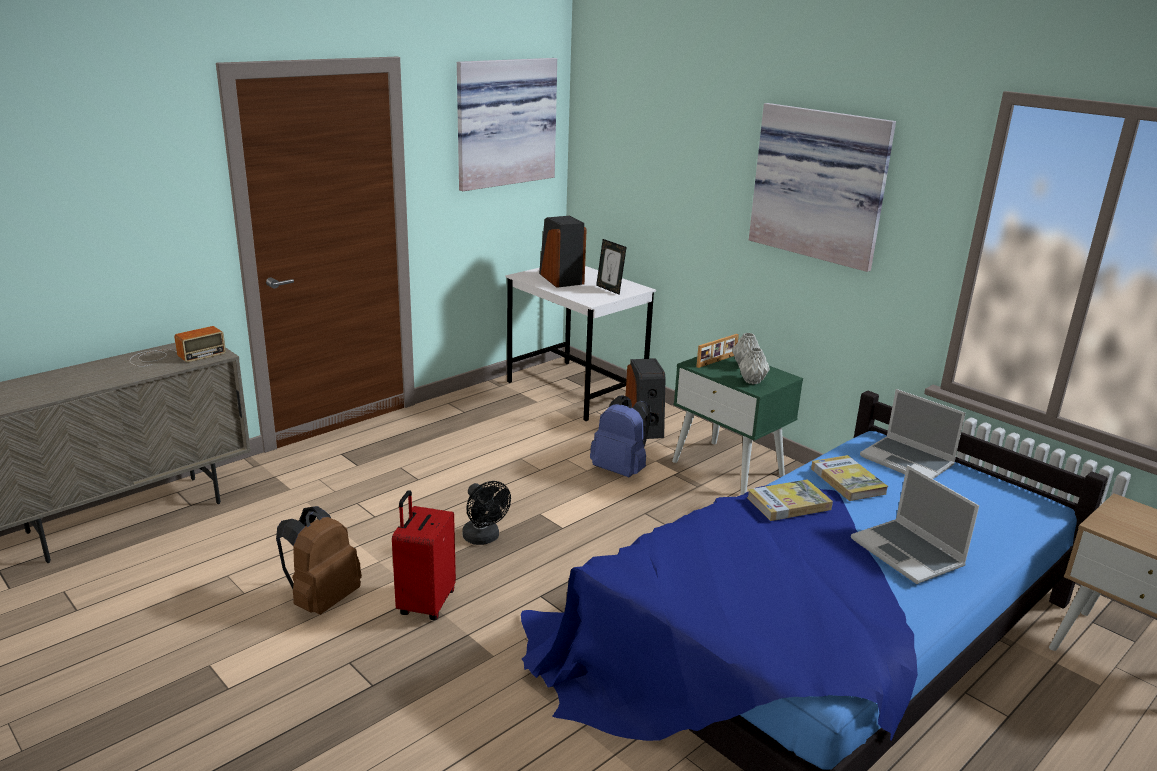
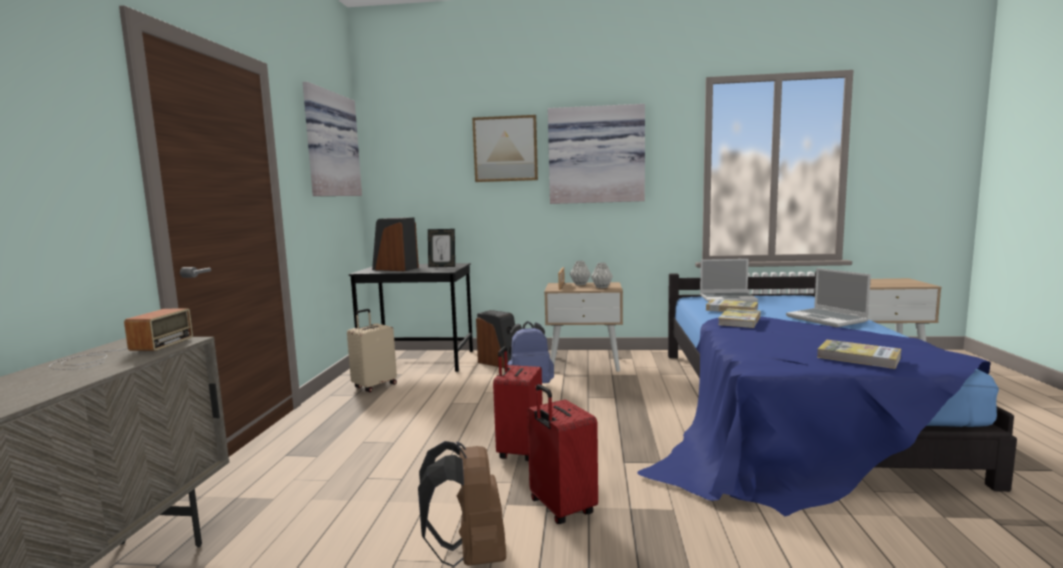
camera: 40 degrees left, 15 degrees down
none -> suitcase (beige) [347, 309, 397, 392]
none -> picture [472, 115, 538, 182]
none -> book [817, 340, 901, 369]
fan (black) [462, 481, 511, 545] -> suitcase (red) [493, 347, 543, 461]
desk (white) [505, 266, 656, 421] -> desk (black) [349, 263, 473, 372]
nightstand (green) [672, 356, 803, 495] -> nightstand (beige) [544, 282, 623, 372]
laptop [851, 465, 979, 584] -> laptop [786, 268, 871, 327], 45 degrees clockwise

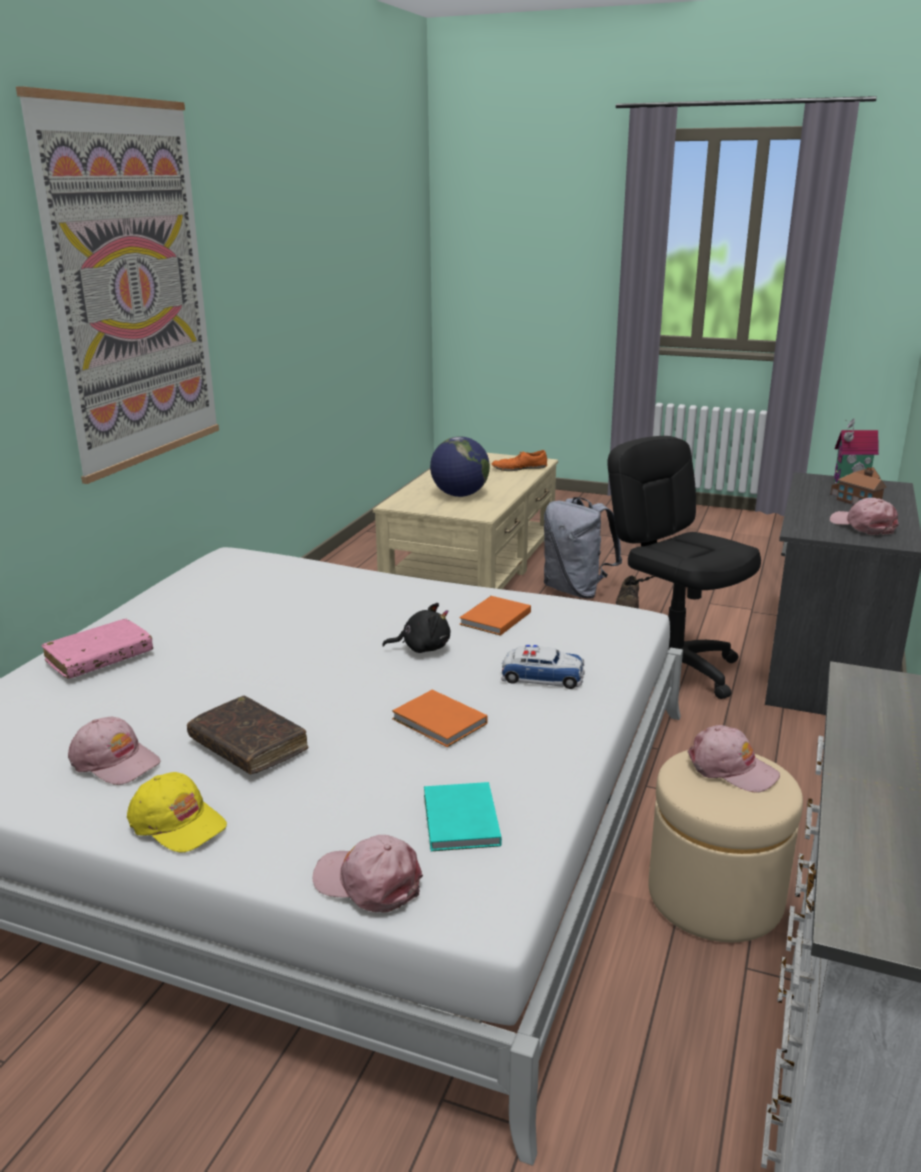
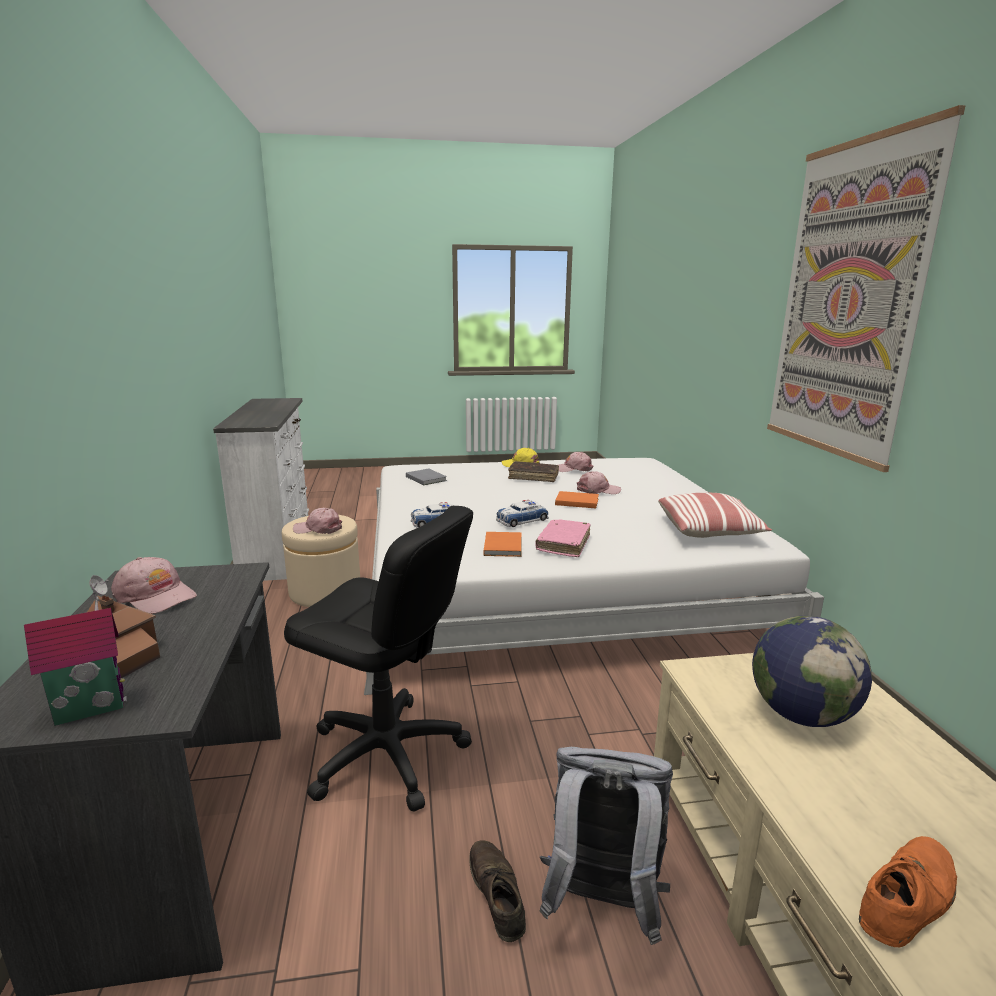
camera: 150 degrees right, 5 degrees down
none -> pillow [658, 493, 772, 538]
book (pink) [42, 619, 153, 679] -> book (pink) [536, 519, 591, 557], moved
cap (pink) [313, 835, 423, 913] -> cap (pink) [577, 471, 621, 494], moved
book (orange) [392, 690, 488, 747] -> book (orange) [555, 491, 599, 508], moved
plush toy (black) [382, 603, 450, 653] -> toy car [496, 500, 549, 527]
book (turquoise) [424, 782, 502, 851] -> book (grey) [406, 469, 447, 485]

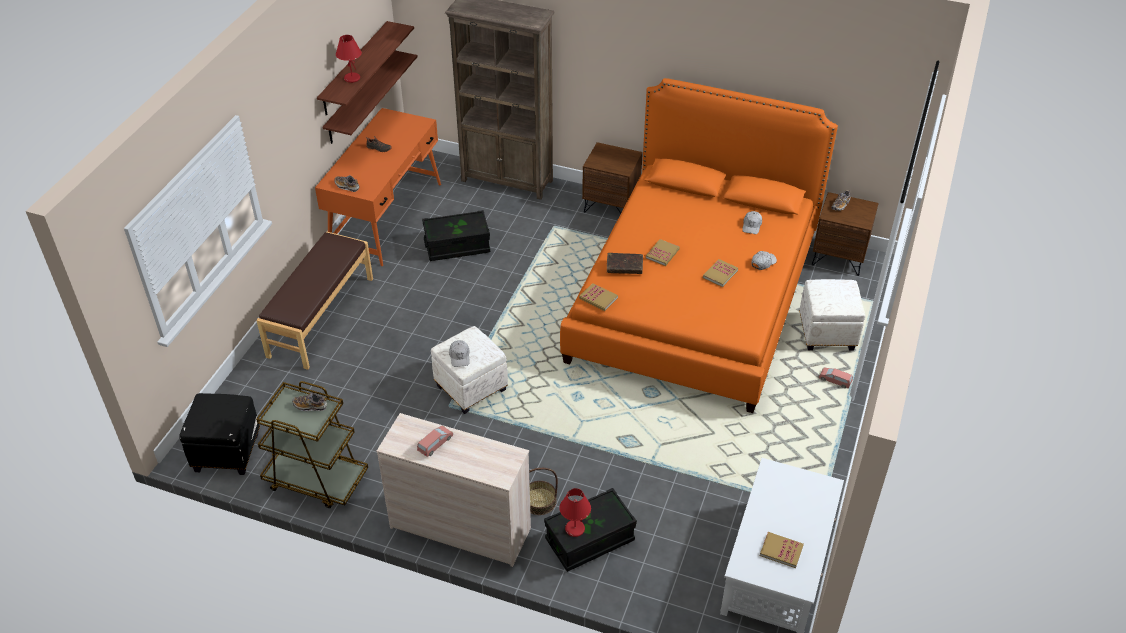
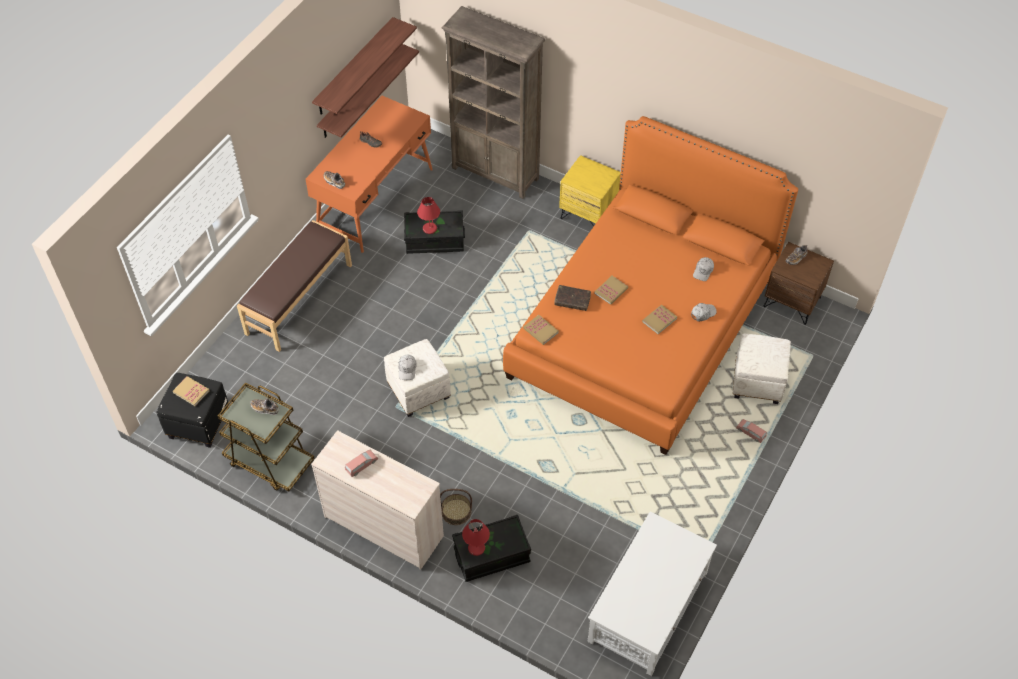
camera: 10 degrees right, 10 degrees up
table lamp (red) [336, 35, 362, 83] -> table lamp (red) [417, 197, 440, 234], moved
book [760, 532, 804, 568] -> book [173, 376, 210, 406], moved
nightstand (brown) [582, 142, 643, 214] -> nightstand (yellow) [559, 155, 621, 227]

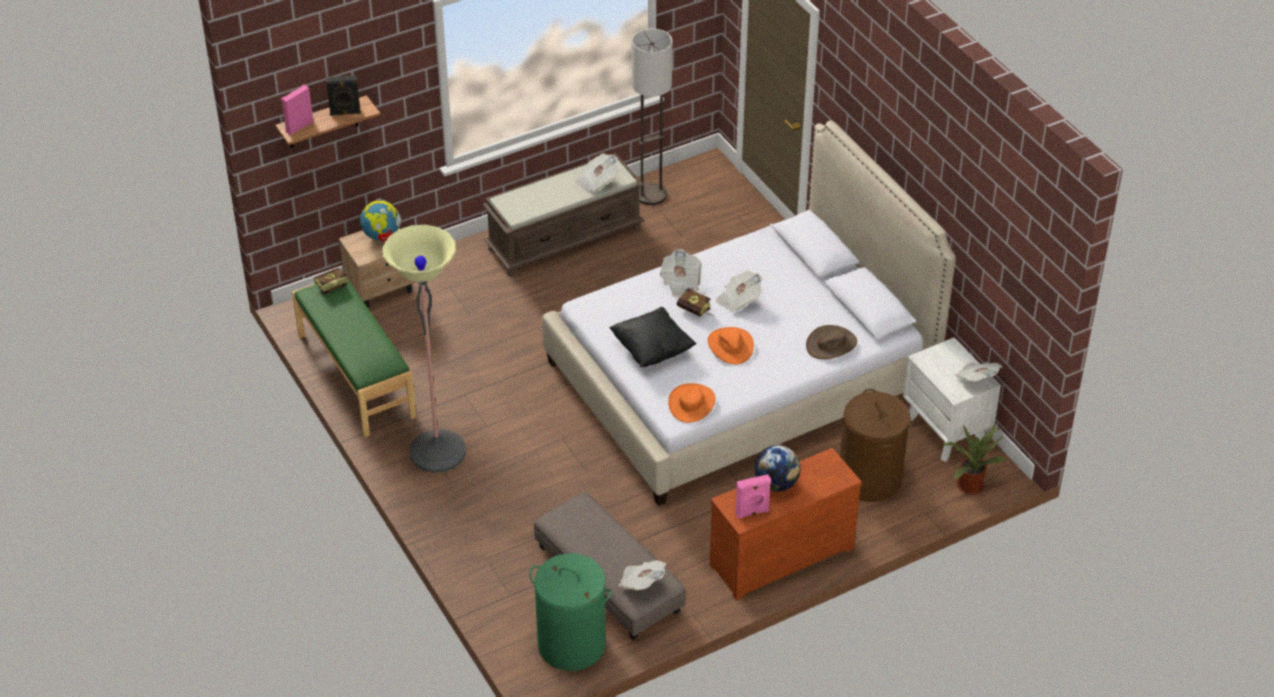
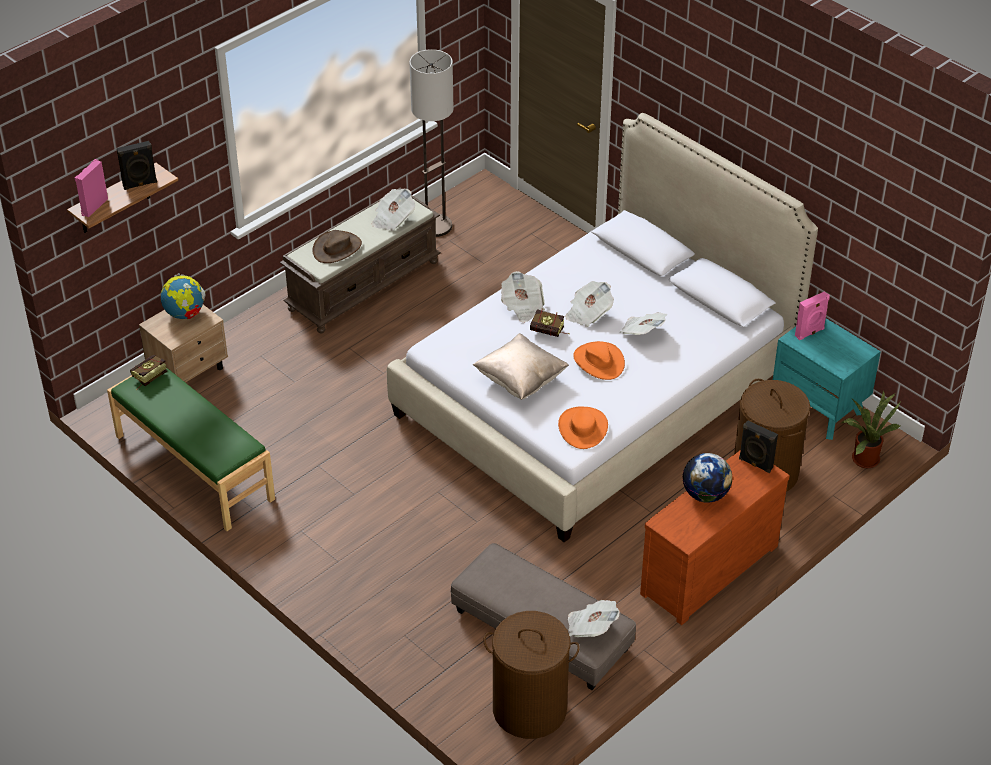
camera: 15 degrees left, 0 degrees up
floor lamp [383, 225, 466, 473] -> none
none -> speaker (black) [739, 420, 778, 473]
speaker (pink) [735, 474, 771, 519] -> speaker (pink) [795, 291, 830, 340], moved
hat (brown) [806, 325, 857, 359] -> hat (brown) [312, 230, 362, 263], moved
newspaper [955, 362, 1003, 381] -> newspaper [619, 312, 667, 335], moved
laundry basket (green) [529, 553, 612, 671] -> laundry basket (brown) [483, 611, 580, 739]
pillow (black) [609, 307, 697, 367] -> pillow (beige) [473, 333, 569, 400]
nightstand (white) [903, 337, 1001, 462] -> nightstand (turquoise) [773, 318, 881, 440]

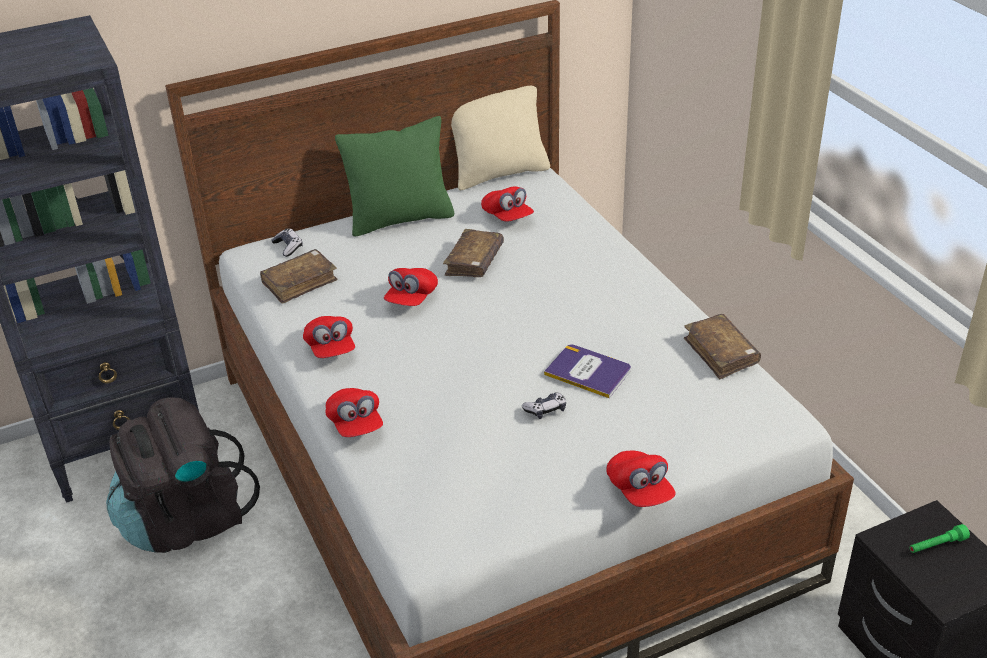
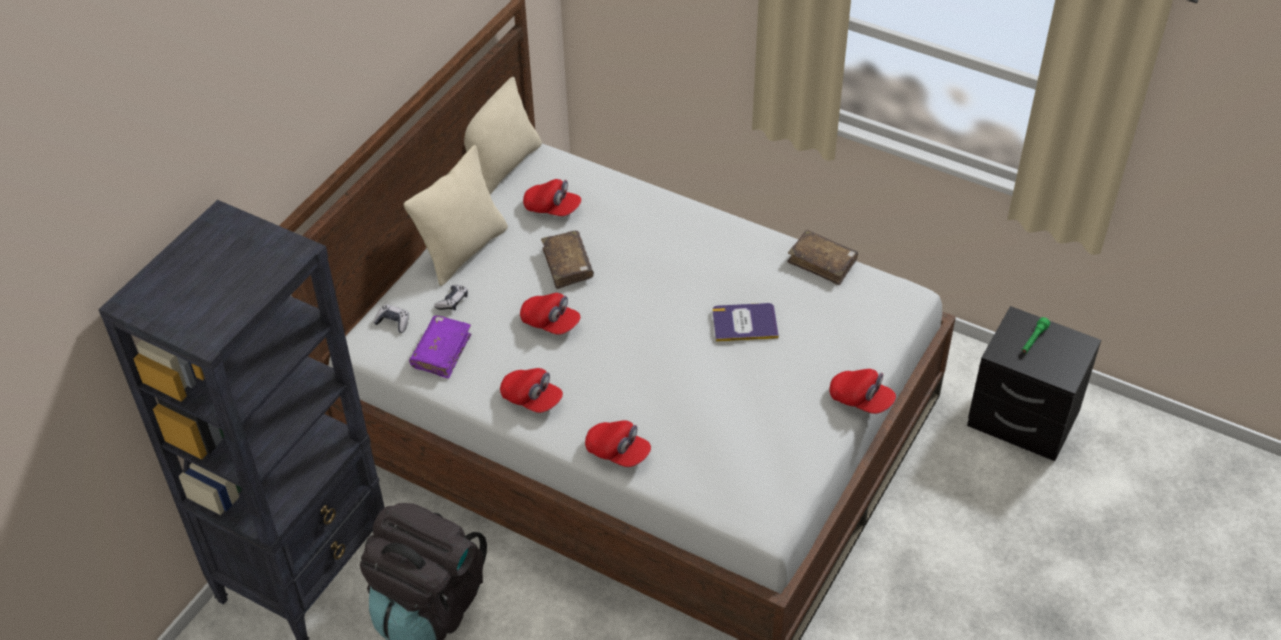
camera: 35 degrees left, 10 degrees up
game controller [522, 392, 566, 419] -> game controller [434, 285, 468, 310], moved
book (brown) [260, 249, 338, 304] -> book (purple) [409, 315, 471, 379]
pillow (green) [335, 116, 454, 237] -> pillow (beige) [404, 145, 508, 286]
cap (red) [384, 268, 438, 306] -> cap (red) [520, 293, 581, 335], 45 degrees counterclockwise

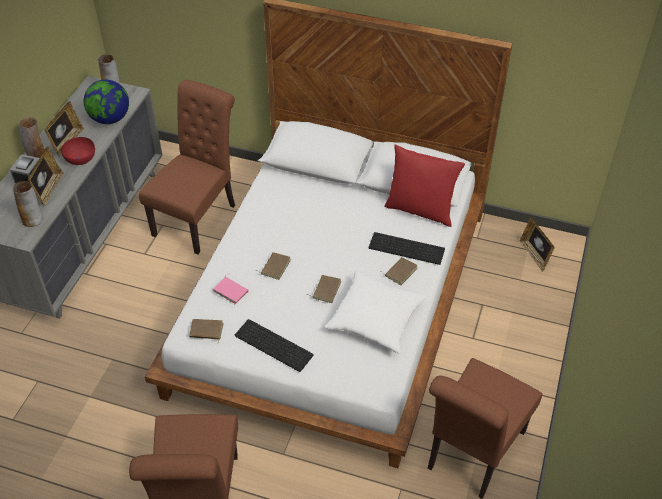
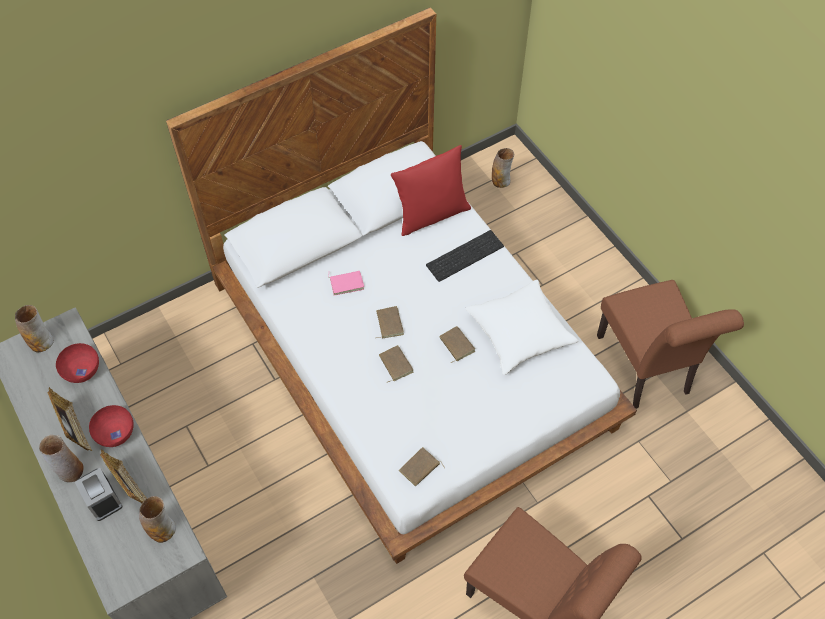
camera: 50 degrees left, 10 degrees up
chair (brown) [139, 80, 235, 255] -> none
keyboard [235, 319, 314, 372] -> none
book (pink) [213, 273, 249, 304] -> book (pink) [328, 270, 364, 295], moved
book (brown) [381, 257, 418, 285] -> book (brown) [376, 306, 404, 338], moved
globe [84, 80, 129, 124] -> bowl (red) [56, 343, 99, 383]
picture frame [520, 218, 555, 271] -> vase [492, 148, 514, 188]

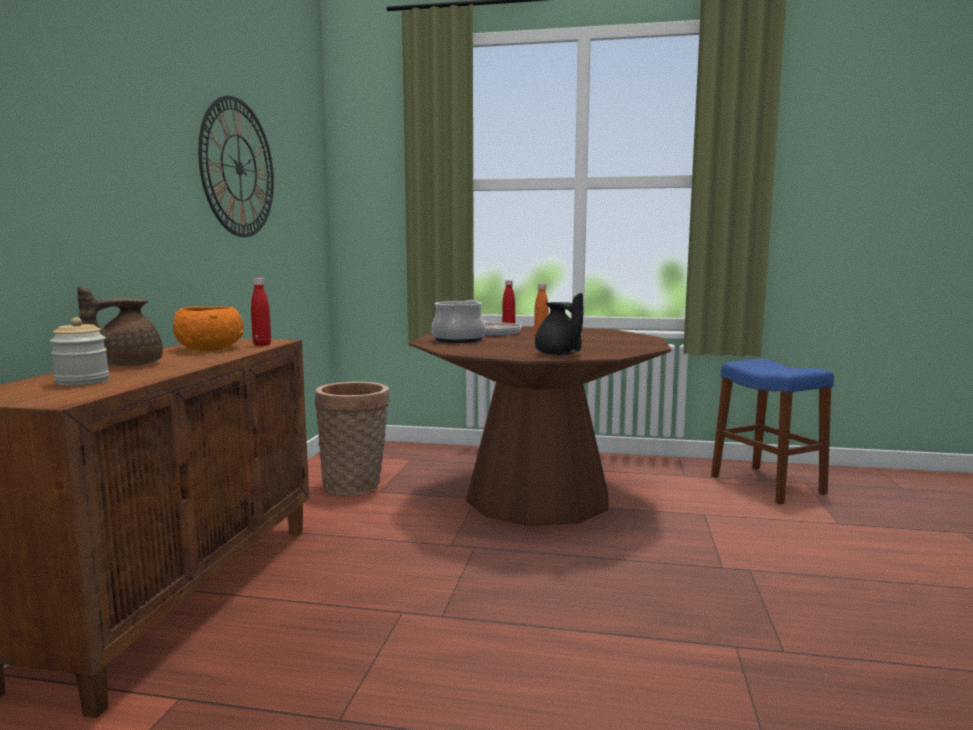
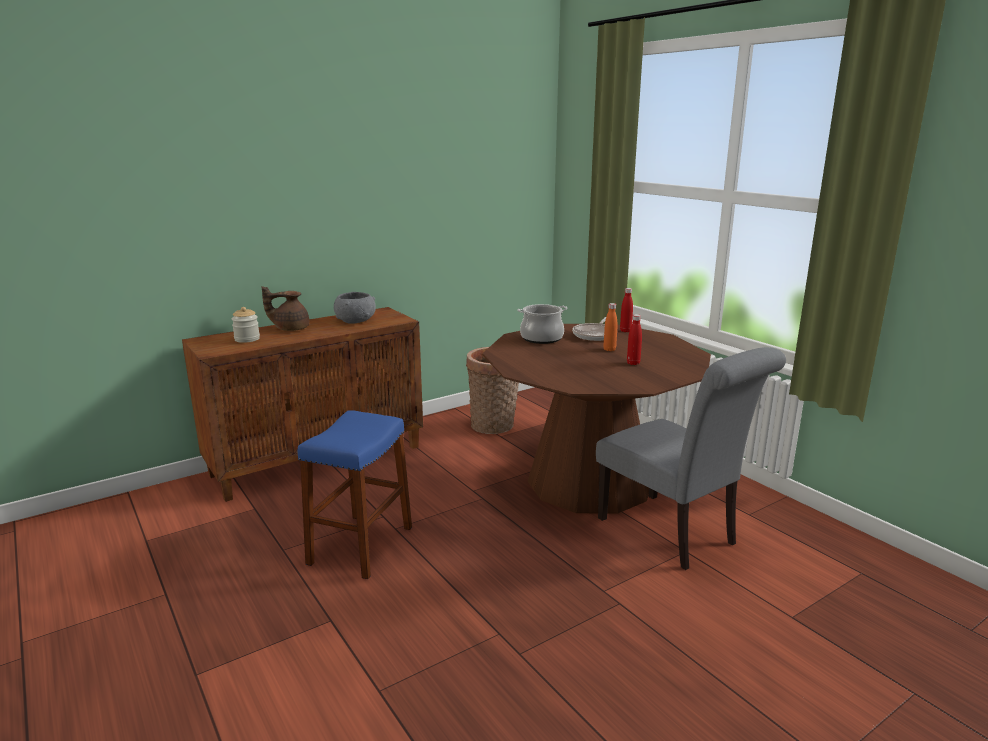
camera: 45 degrees right, 10 degrees up
wall clock [198, 96, 274, 237] -> none
teapot (black) [535, 293, 583, 355] -> none
none -> chair (grey) [596, 347, 786, 570]
bottle (red) [251, 278, 271, 346] -> bottle (red) [627, 314, 642, 365], moved
stool (blue) [711, 359, 834, 504] -> stool (blue) [298, 410, 412, 579], moved
bowl (orange) [173, 306, 243, 351] -> bowl (grey) [334, 292, 376, 323]

